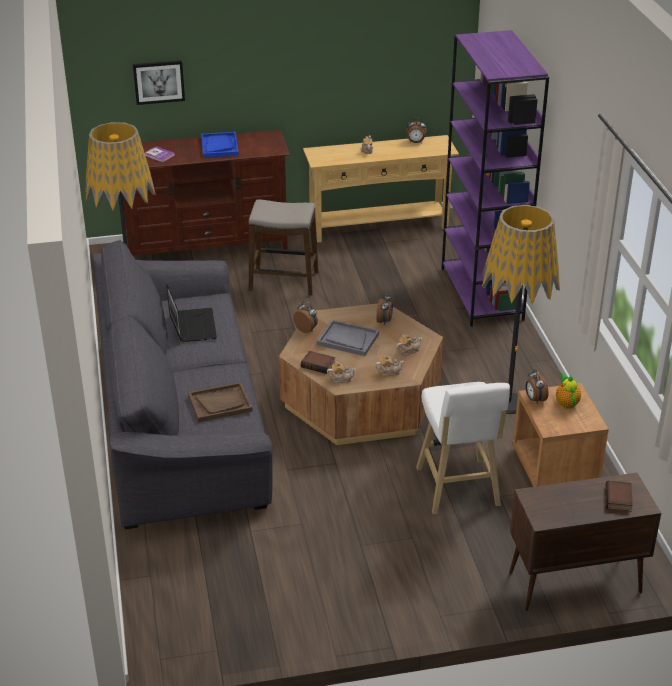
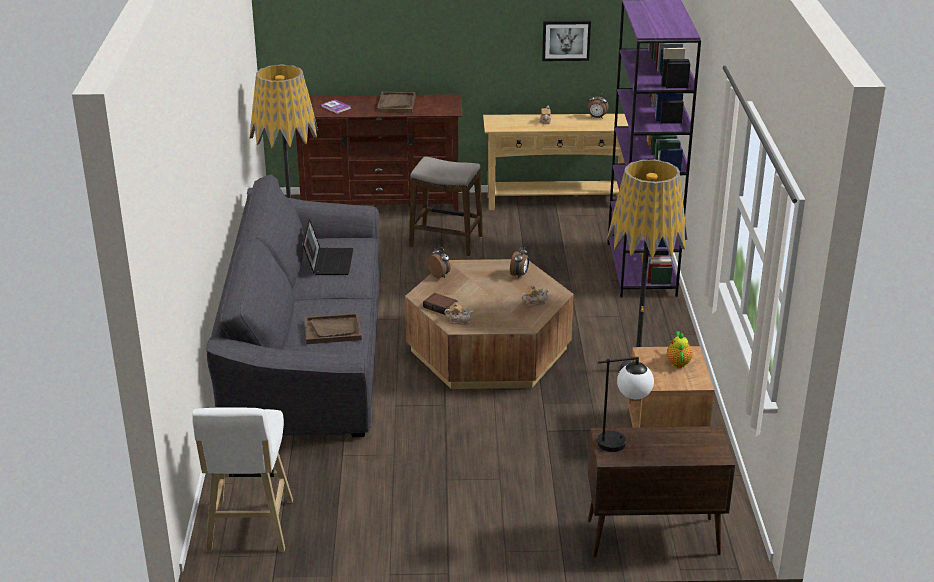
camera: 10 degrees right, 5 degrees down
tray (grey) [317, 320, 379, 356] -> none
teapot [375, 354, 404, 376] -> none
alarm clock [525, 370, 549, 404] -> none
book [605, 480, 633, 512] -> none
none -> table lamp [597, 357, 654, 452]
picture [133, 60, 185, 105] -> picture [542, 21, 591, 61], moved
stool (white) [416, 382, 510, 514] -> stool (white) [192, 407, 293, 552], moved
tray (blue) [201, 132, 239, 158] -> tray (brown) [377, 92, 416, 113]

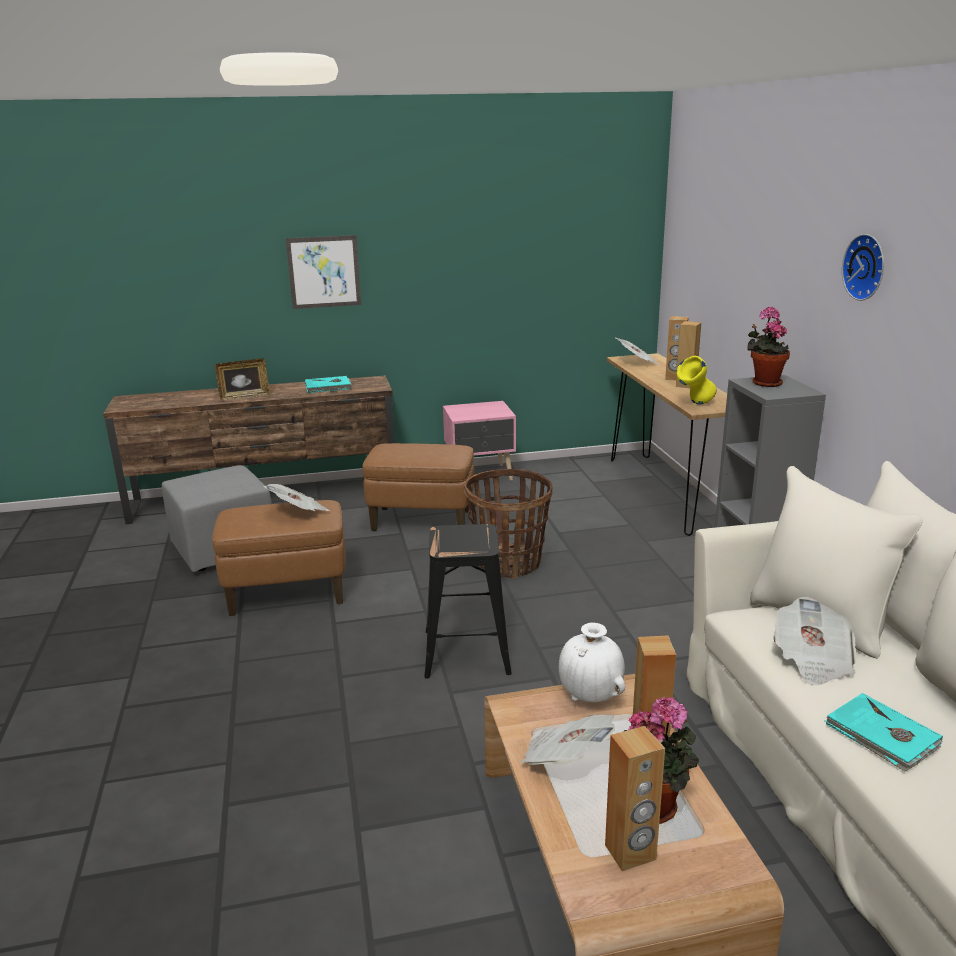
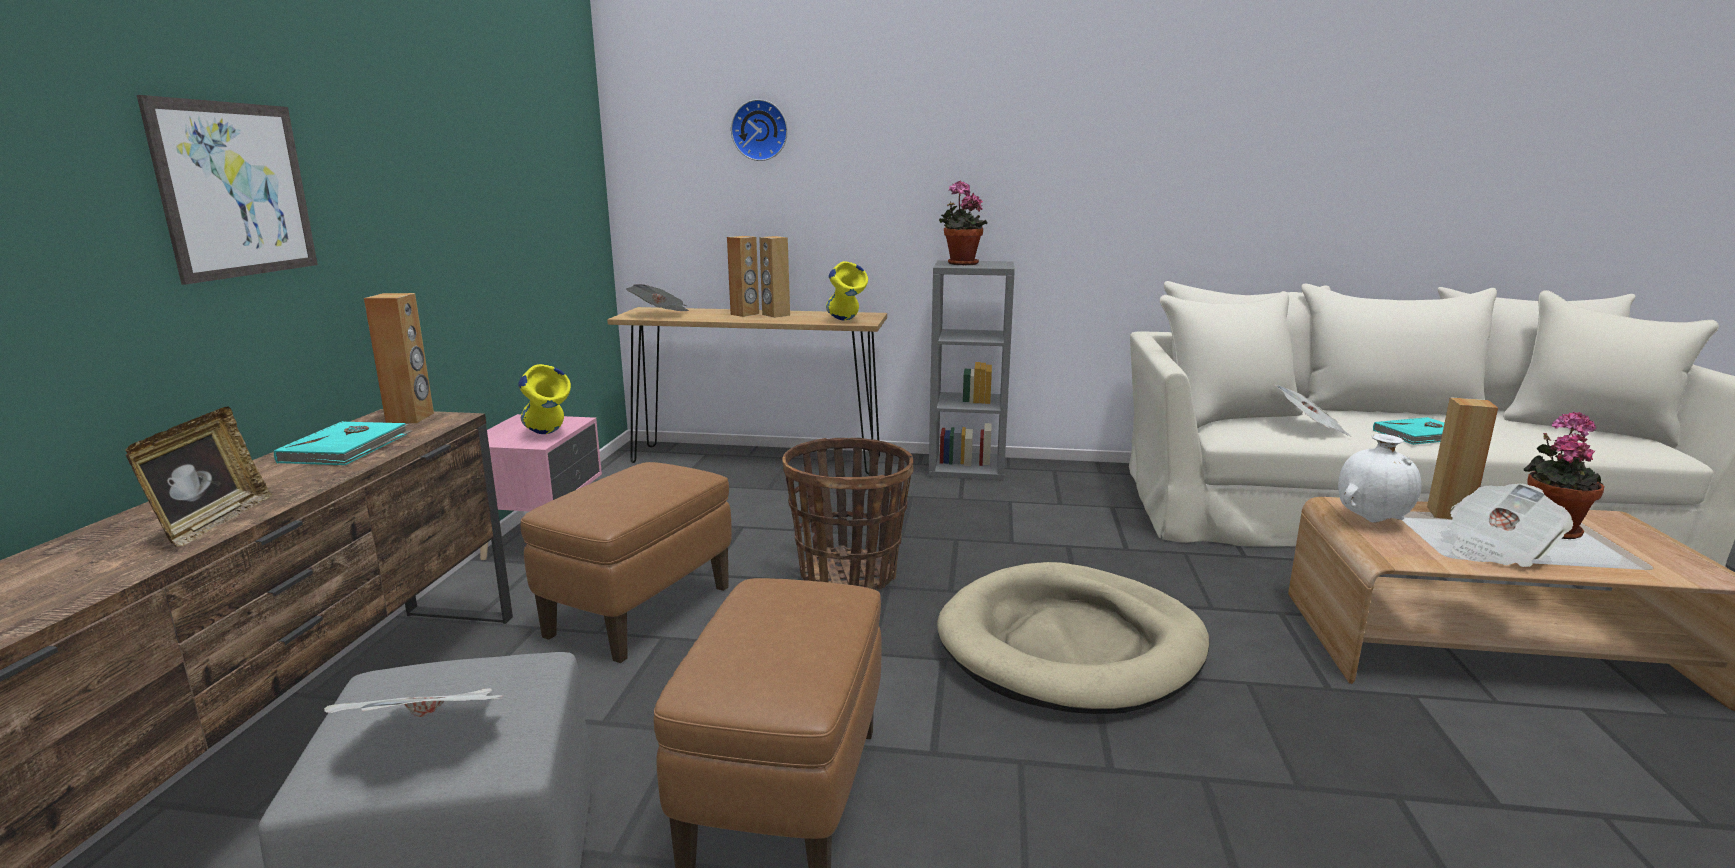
camera: 70 degrees left, 5 degrees down
none -> vase (yellow) [518, 364, 571, 434]
newspaper [263, 484, 330, 511] -> newspaper [324, 688, 503, 717], moved
speaker (brown) [605, 726, 665, 871] -> speaker (brown) [364, 293, 434, 423], moved
wall clock [842, 234, 884, 301] -> wall clock [731, 99, 788, 161], moved
stool (black) [424, 524, 512, 679] -> dog bed (beige) [937, 562, 1210, 714]

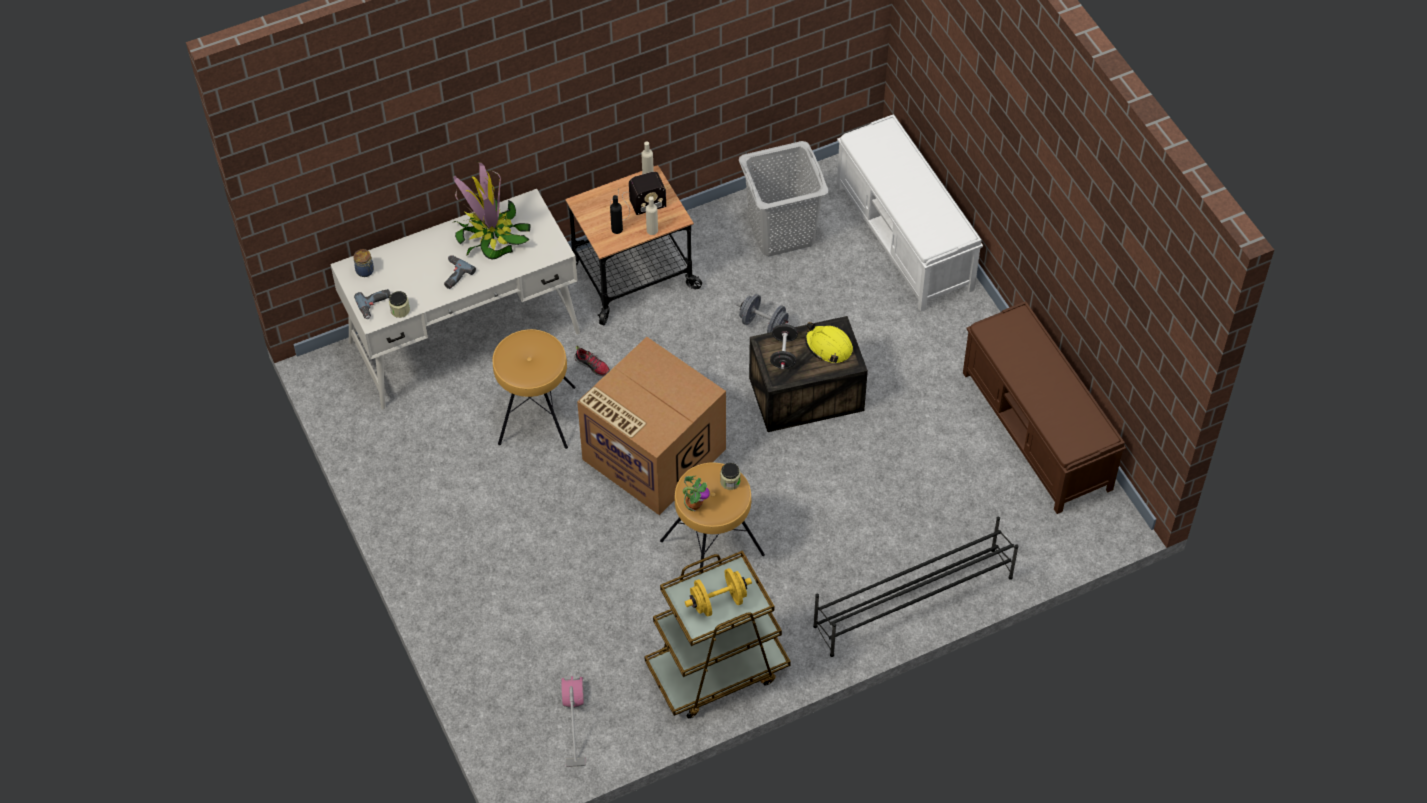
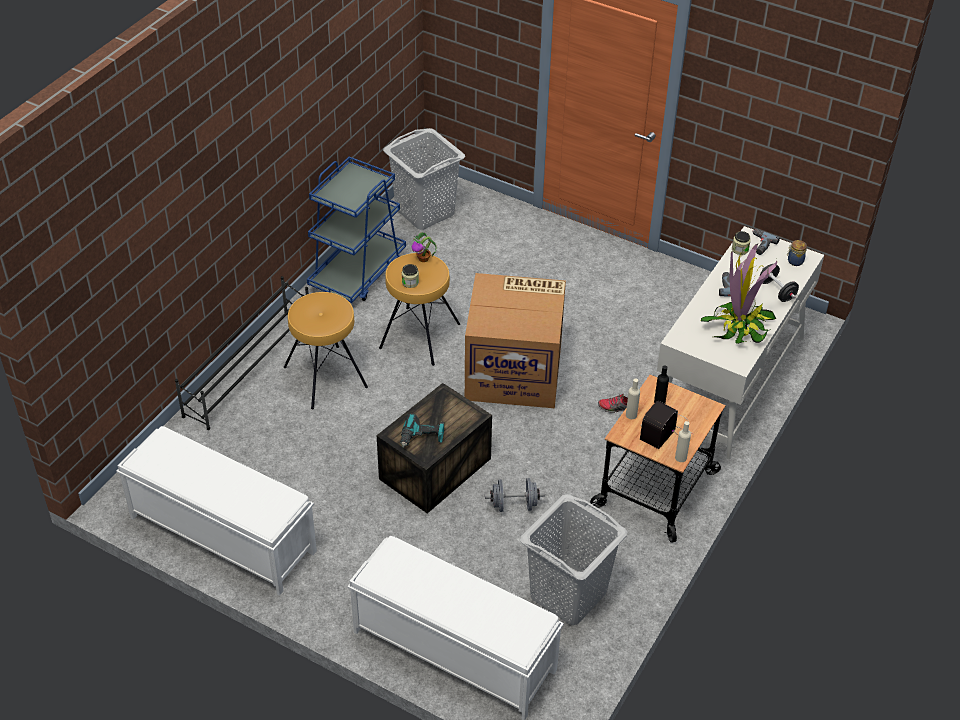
camera: 145 degrees right, 10 degrees down
dumbbell (yellow) [685, 568, 752, 617] -> none
stool (brown) [493, 329, 576, 449] -> stool (brown) [284, 292, 368, 409], moved
dumbbell (black) [770, 324, 798, 369] -> dumbbell (black) [759, 264, 799, 302], moved
vacuum cleaner [561, 676, 586, 767] -> laundry basket (grey) [383, 128, 465, 230]
hard hat (yellow) [805, 322, 853, 363] -> power drill [400, 414, 444, 448]
cart (brown) [644, 551, 791, 718] -> cart (blue) [307, 156, 406, 303]
bench (brown) [963, 301, 1126, 514] -> bench (white) [117, 426, 317, 595]

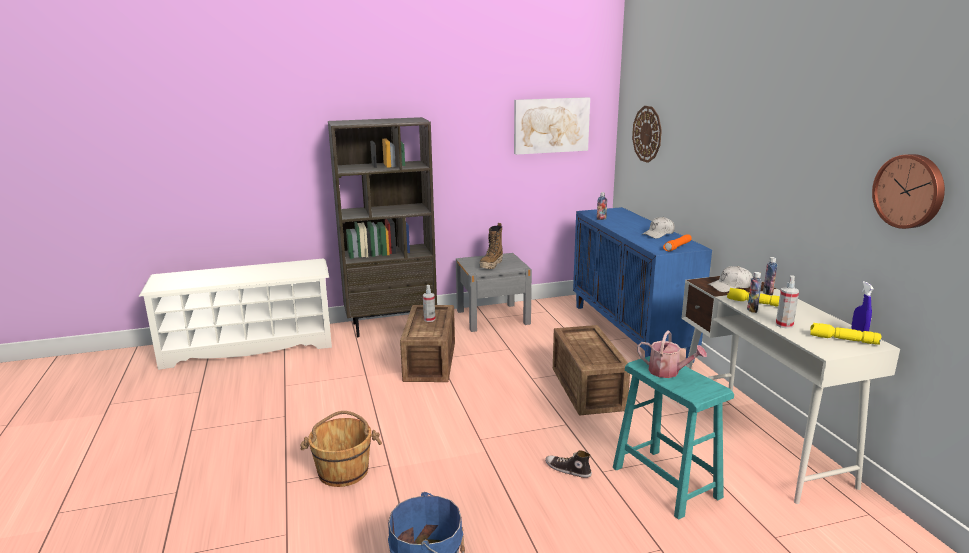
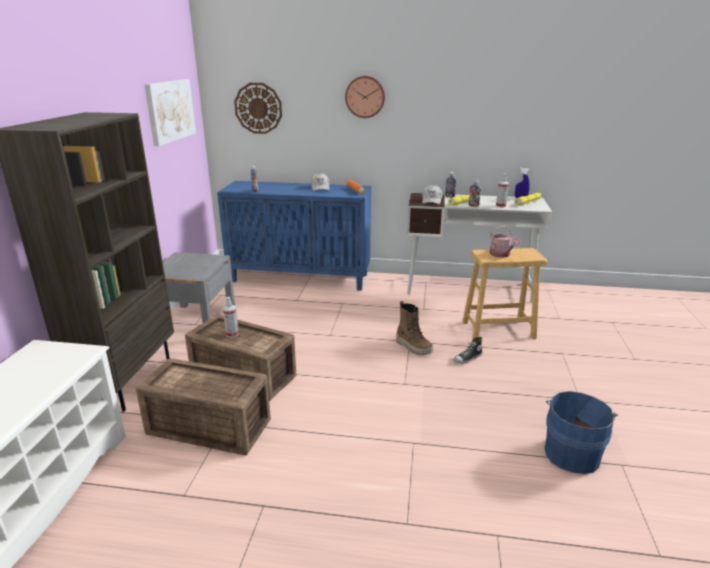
camera: 65 degrees left, 5 degrees up
bucket (brown) [300, 411, 382, 487] -> none
boot [480, 223, 503, 269] -> boot [396, 301, 433, 355], moved
crate [553, 325, 630, 415] -> crate [136, 358, 271, 455], moved
wall clock [872, 154, 945, 229] -> wall clock [345, 76, 385, 118], moved
stool (turquoise) [613, 356, 734, 520] -> stool (brown) [462, 248, 548, 339]
watering can [637, 330, 707, 378] -> watering can [489, 225, 521, 258], 105 degrees clockwise

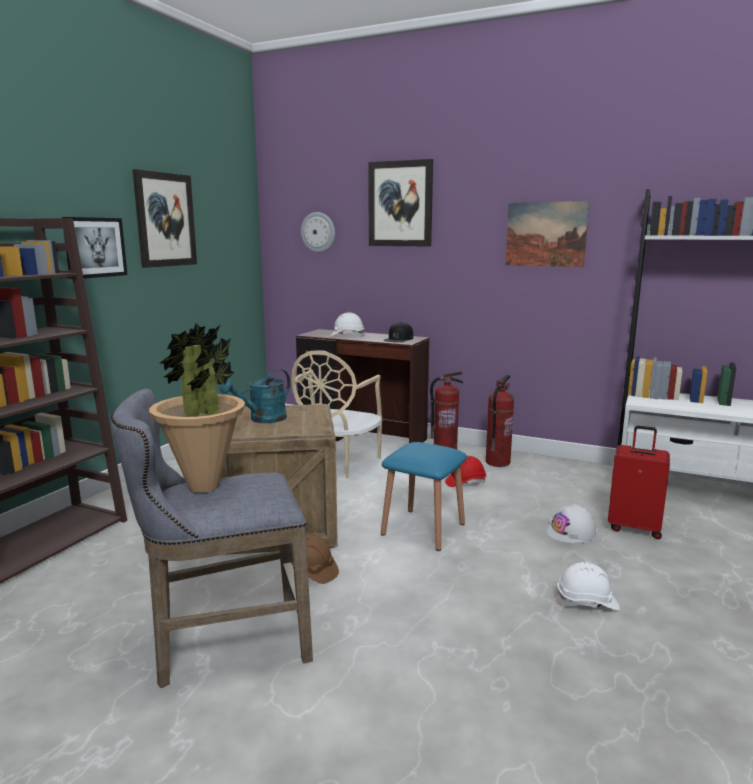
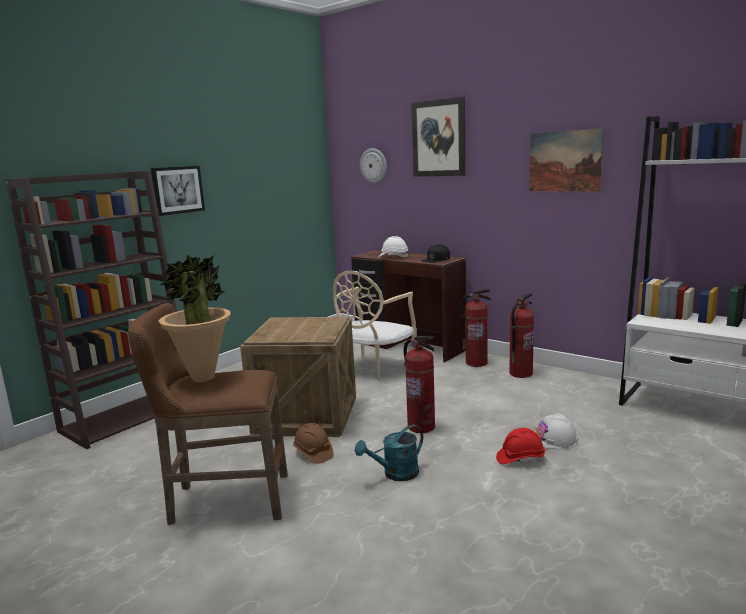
camera: 15 degrees right, 0 degrees up
picture [132, 169, 197, 268] -> none
hard hat (white) [556, 562, 620, 610] -> none
suitcase (red) [608, 426, 670, 539] -> none
watering can (turquoise) [220, 369, 290, 423] -> watering can (turquoise) [355, 424, 423, 481], moved
hard hat (red) [445, 456, 486, 487] -> hard hat (red) [496, 428, 545, 464], moved
stool (blue) [381, 442, 467, 551] -> fire extinguisher [404, 336, 435, 433]
stool (grey) [111, 389, 313, 688] -> stool (brown) [128, 303, 288, 525]

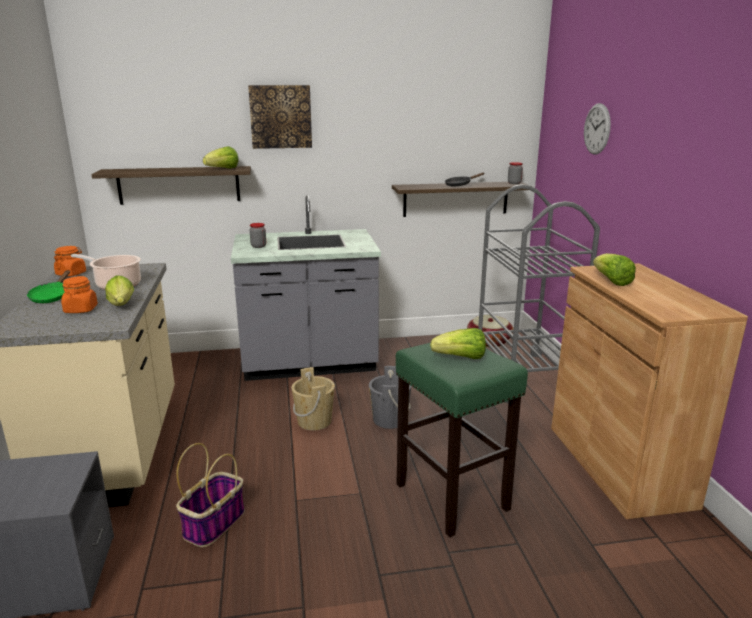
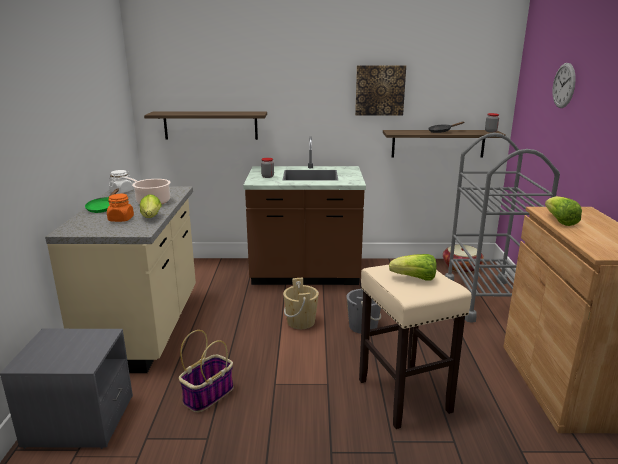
camera: 10 degrees right, 0 degrees up
lettuce [203, 146, 239, 169] -> none
picture [248, 85, 312, 149] -> picture [355, 65, 406, 116], moved
jar (orange) [54, 246, 86, 277] -> jar (white) [109, 170, 133, 193]
counter (grey) [231, 195, 381, 381] -> counter (brown) [243, 136, 366, 285]
stool (green) [396, 343, 528, 537] -> stool (beige) [359, 265, 472, 429]

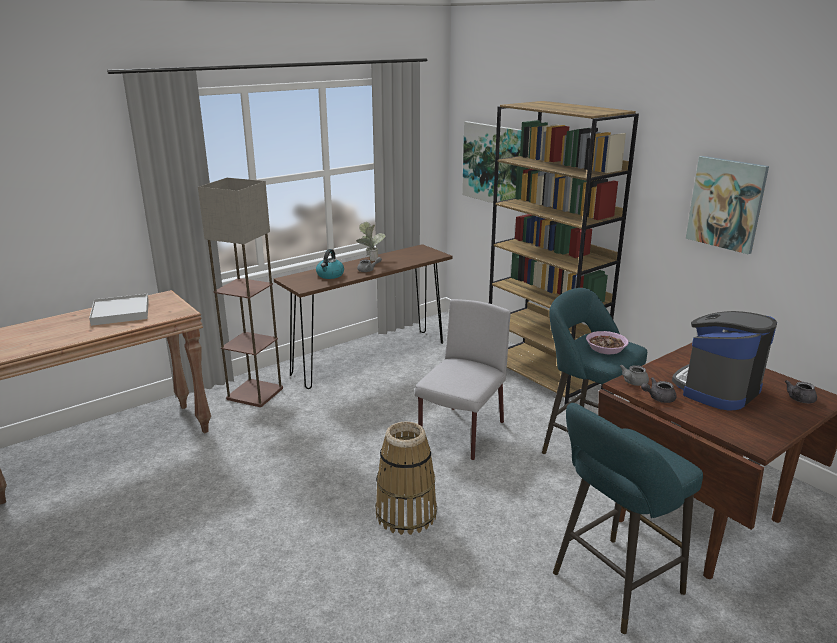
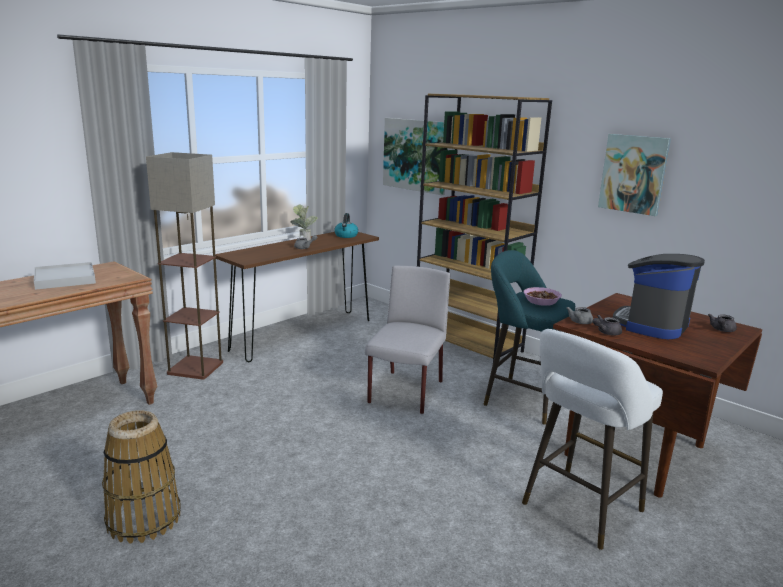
camera: 10 degrees left, 5 degrees down
kettle [316, 249, 344, 279] -> kettle [334, 213, 358, 238], moved
basket [375, 422, 437, 535] -> basket [102, 410, 181, 544], moved
stool (turquoise) [553, 403, 703, 634] -> stool (white) [522, 329, 663, 550]

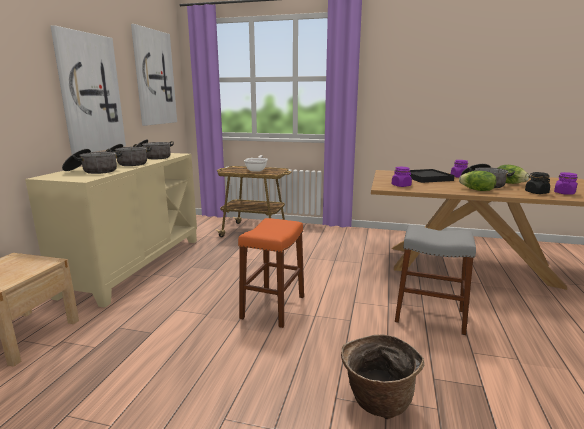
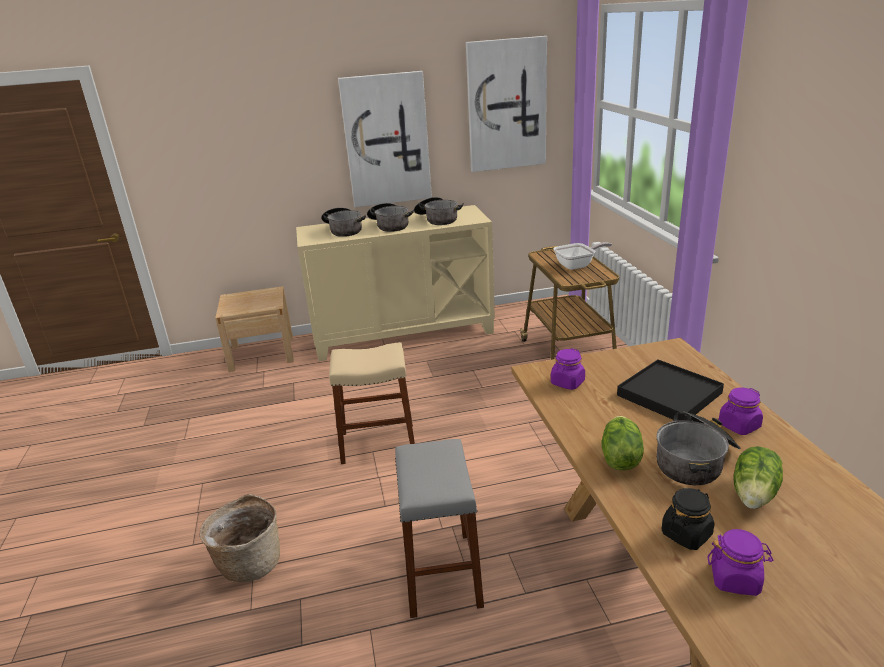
camera: 65 degrees right, 10 degrees up
stool (orange) [238, 218, 304, 328] -> stool (beige) [329, 342, 415, 464]

